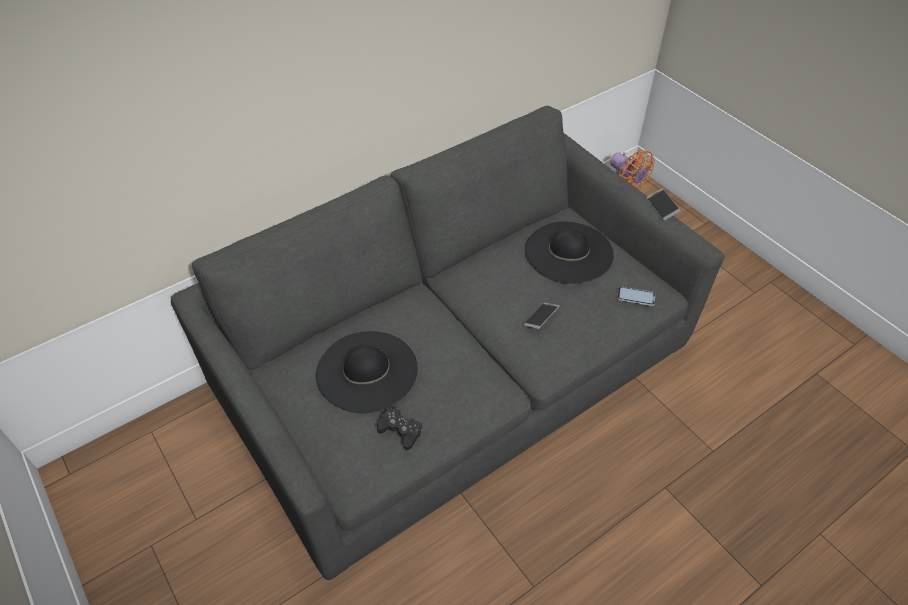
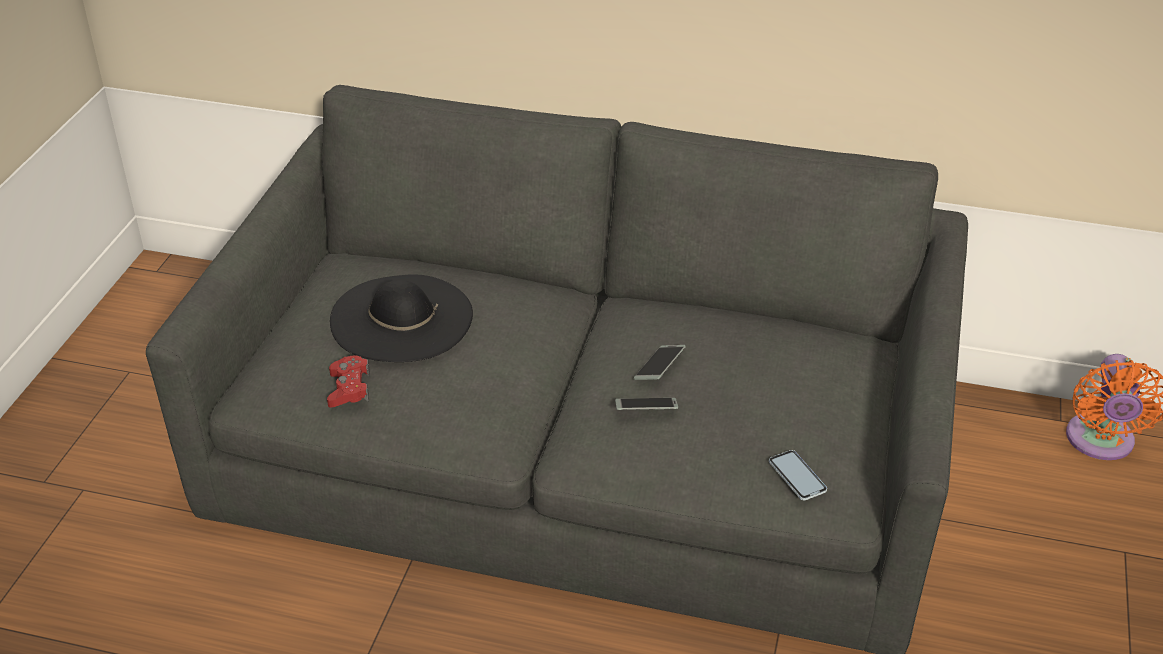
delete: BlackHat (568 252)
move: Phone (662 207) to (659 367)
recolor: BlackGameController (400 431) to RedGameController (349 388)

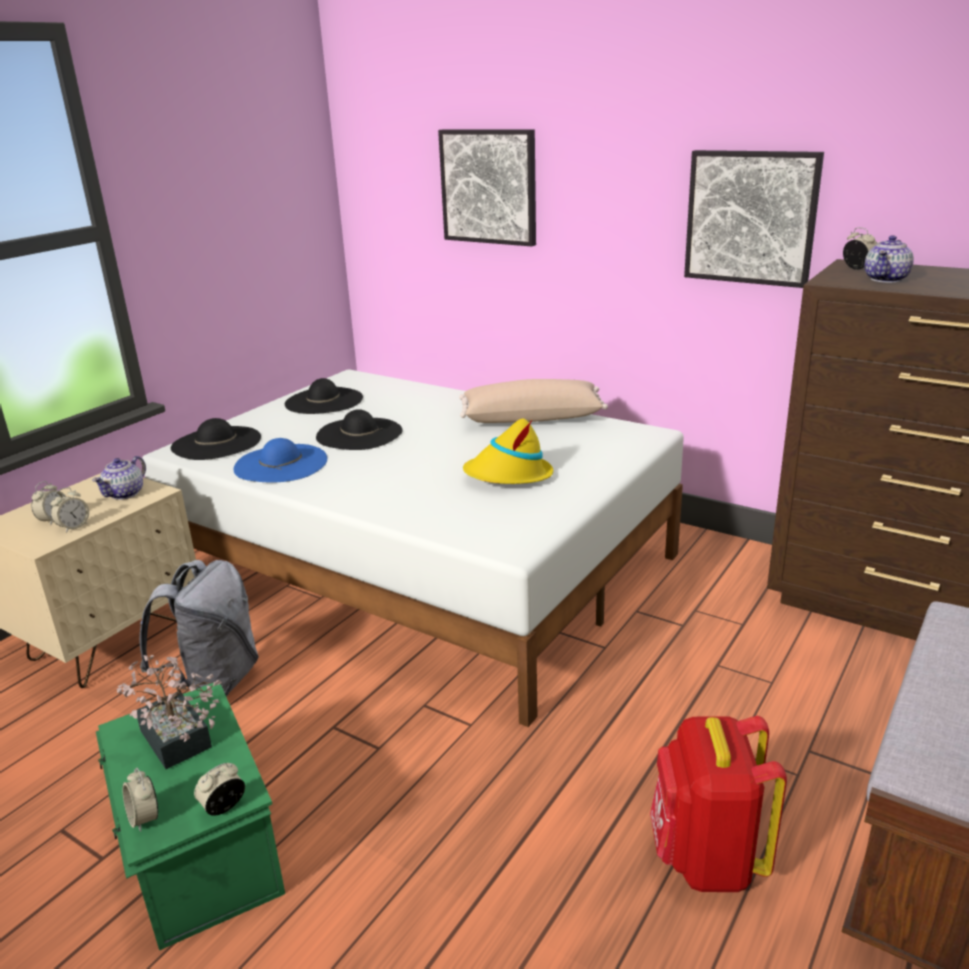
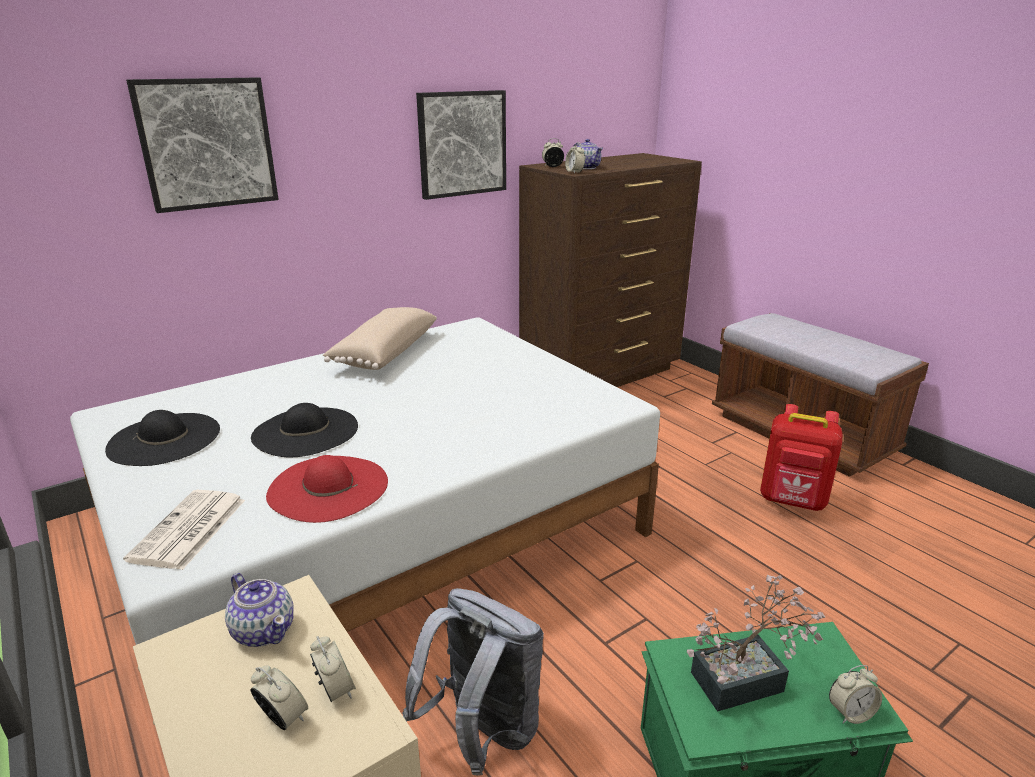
delete: YellowHat (508 476)
move: AlarmClock (223 807) to (574 172)
replace: BlackHat (216 443) to Newspaper (188 530)
recolor: BlueHat (281 464) to RedHat (328 487)

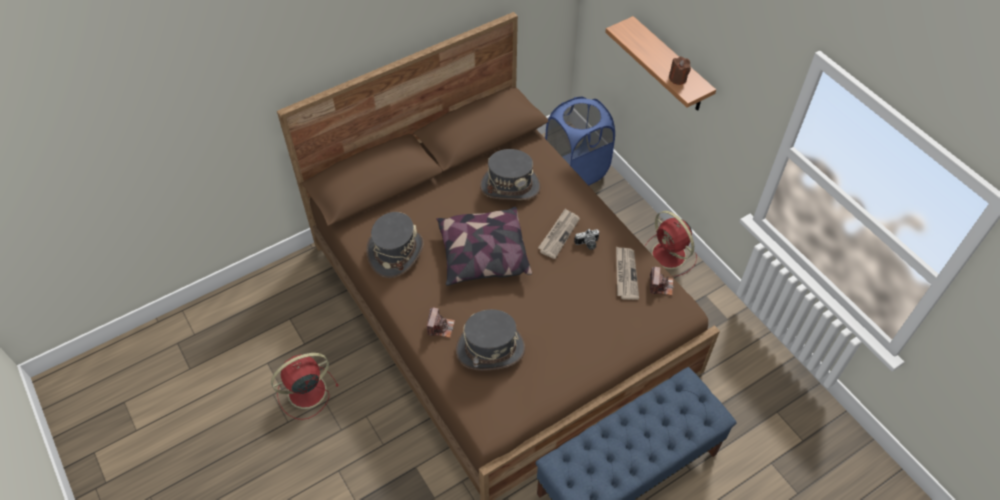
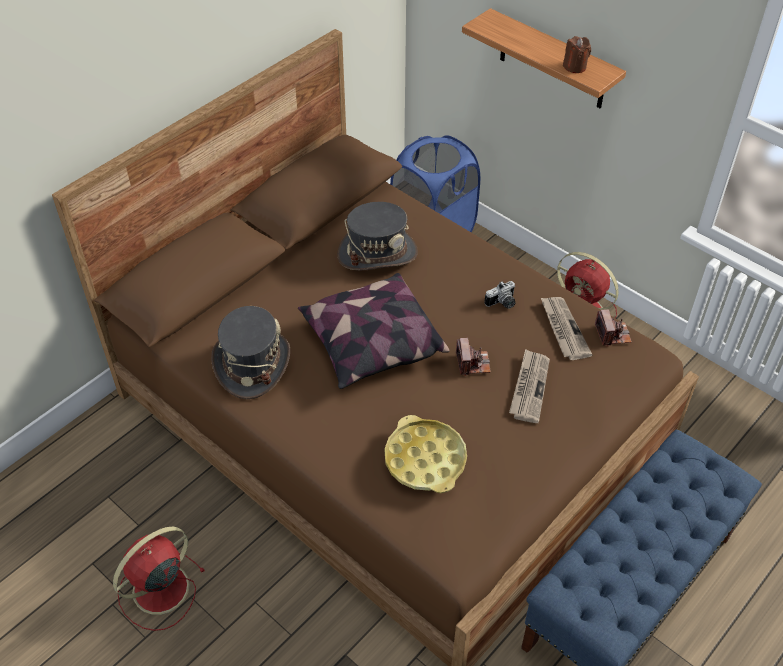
move: Newspaper (558 234) to (529 387); PhotoCamera (440 327) to (472 363)
replace: GreyHat (490 349) to YellowTray (425 459)

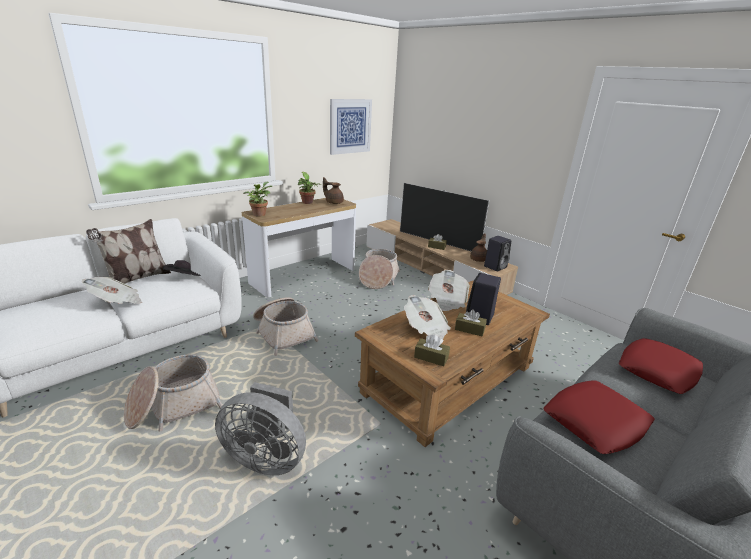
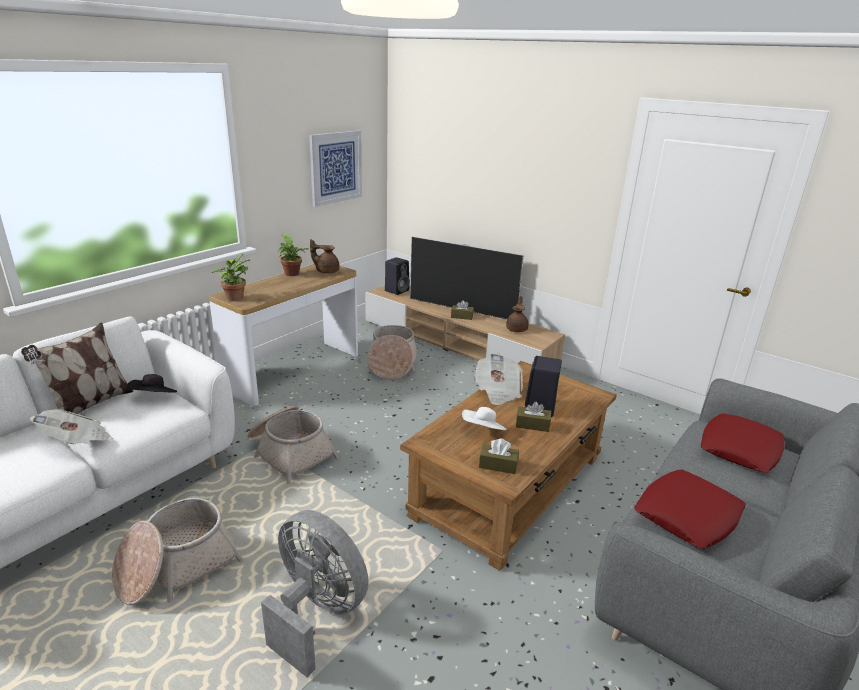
move: BlackSpeaker (495 266) to (397 290)
replace: Newspaper (426 329) to WhiteHat (483 431)
rotate: GreyFan (266 457) = (316 612) 150 degrees counterclockwise

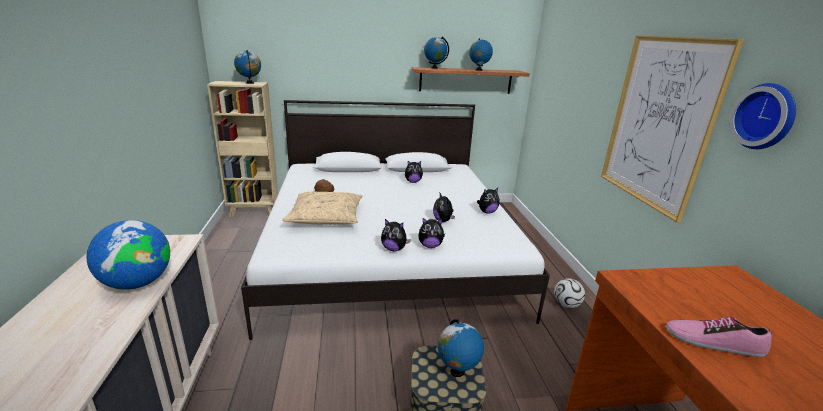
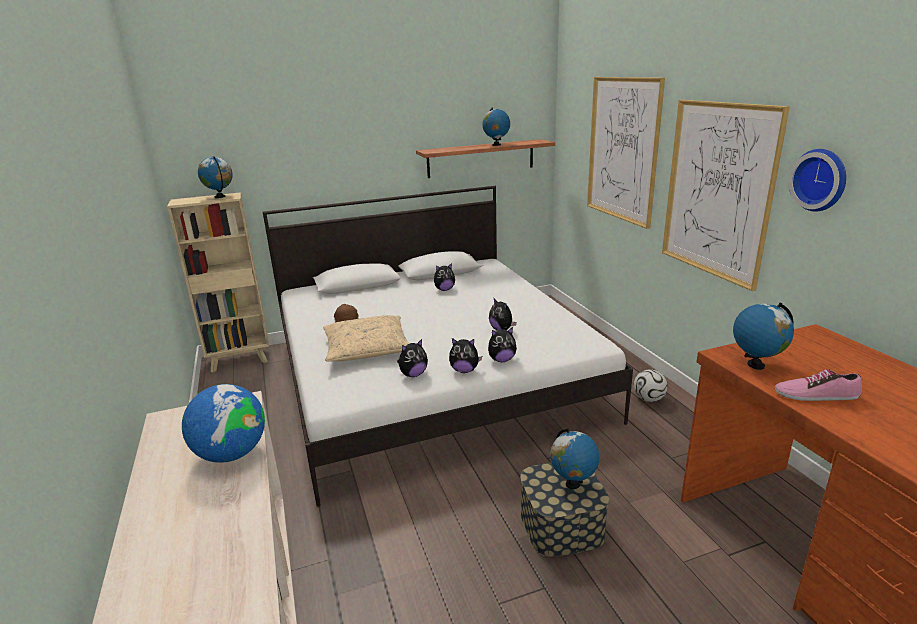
insert: Picture (622 149)
move: Globe (434 68) to (755 365); PlushToy (487 212) to (413 374)

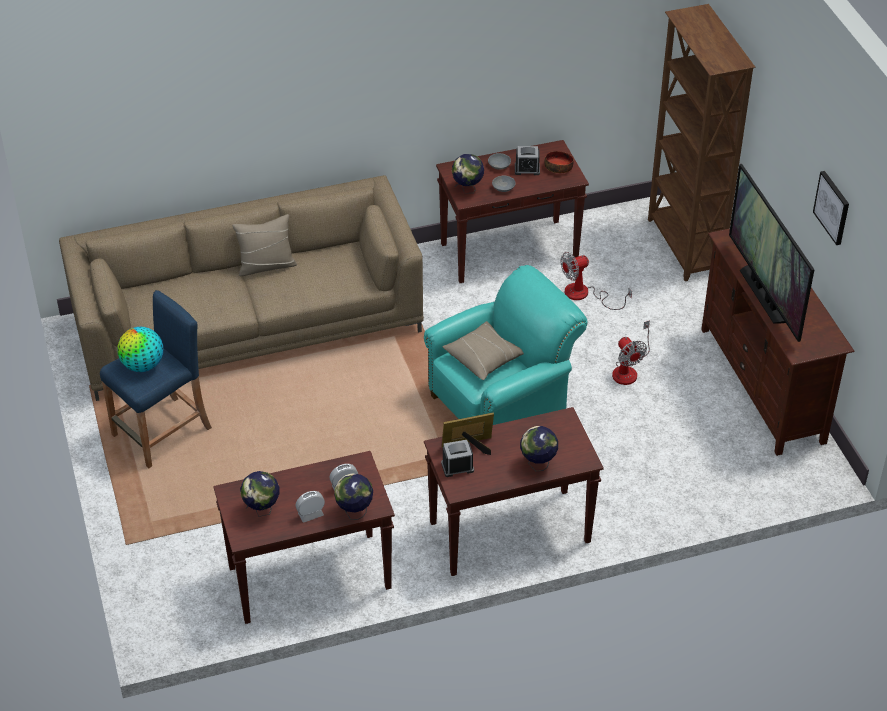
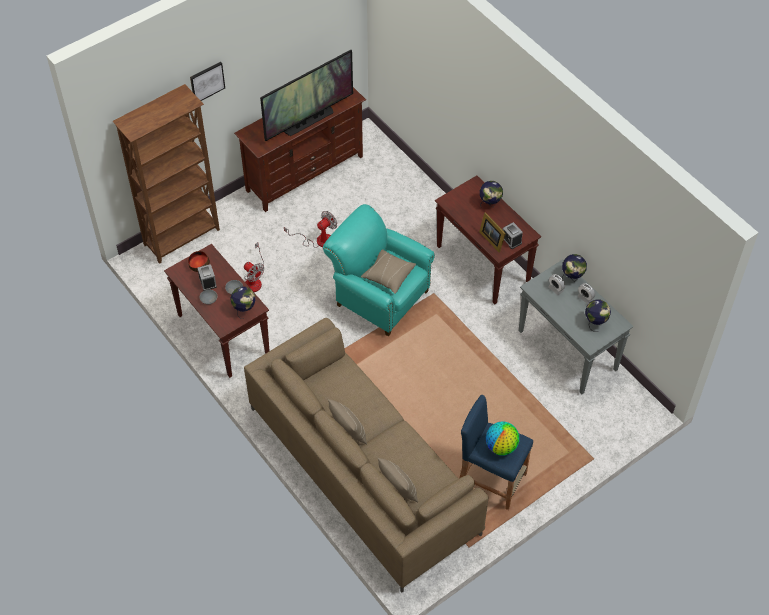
insert: BeigePillow (398 489)
move: Picture (832 207) to (207 81)
recolor: BrownConsoleTable (308 579) to GreyConsoleTable (568 351)

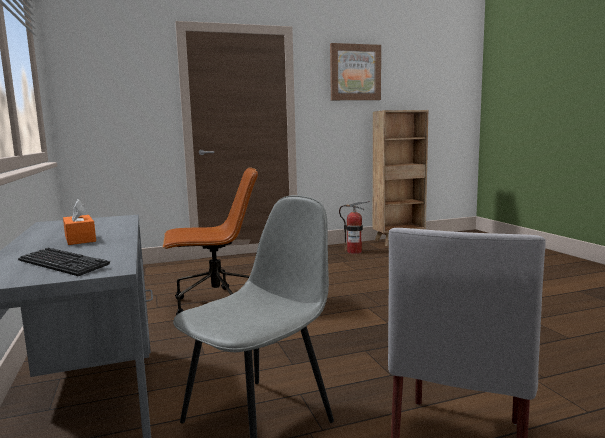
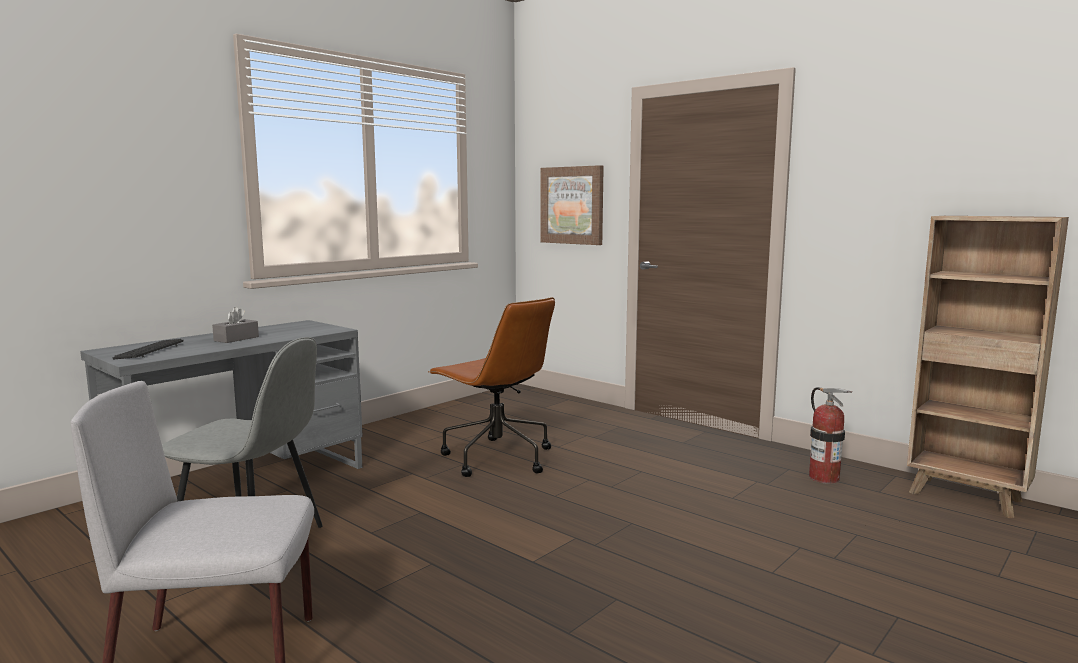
move: Picture (355 72) to (572 205)
recolor: OrangeTissueBox (80 239) to GreyTissueBox (236 339)

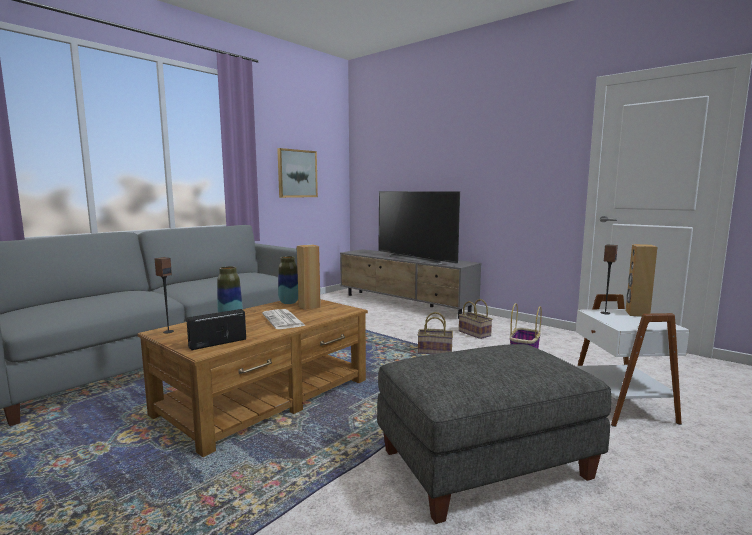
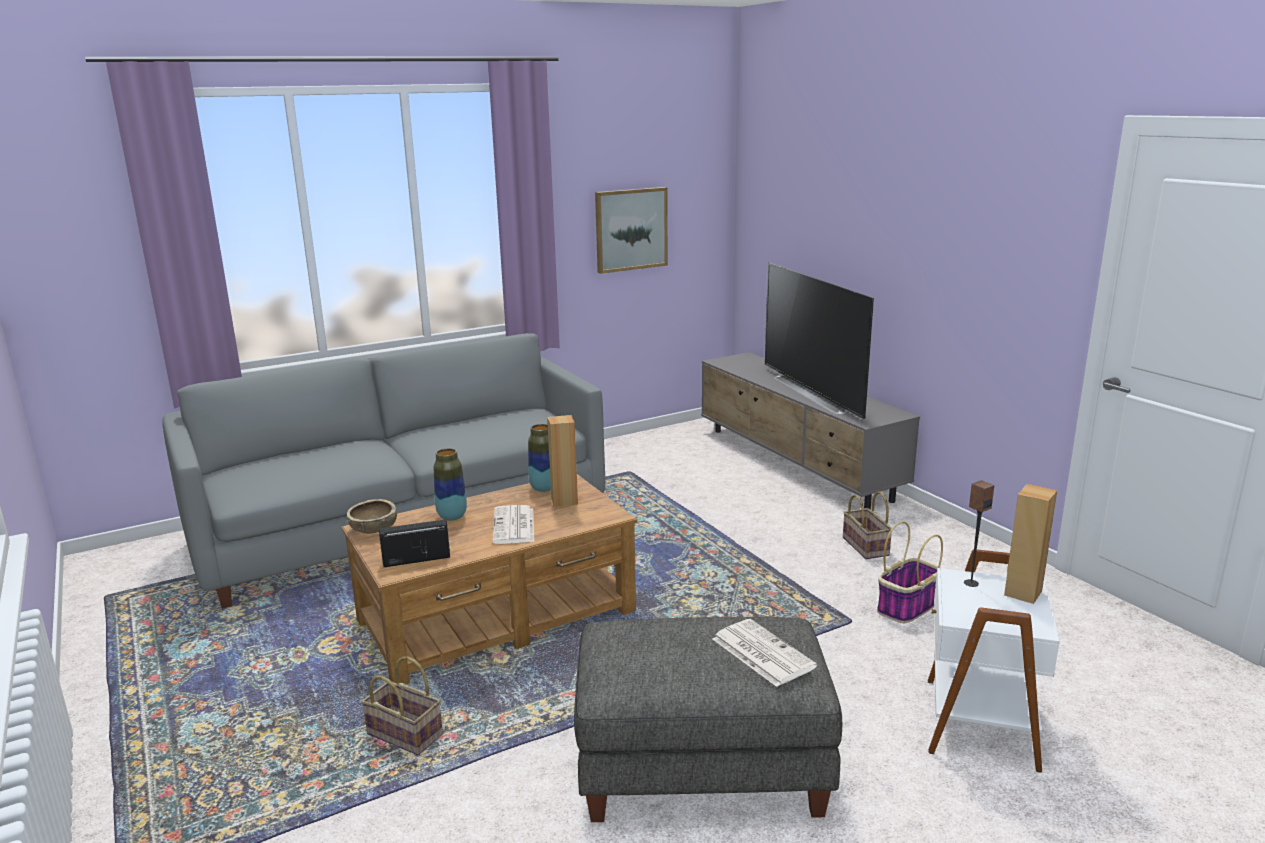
insert: Newspaper (761 652)
move: Basket (436 351) to (407 734)
replace: Speaker (168 331) to BrownBowl (373 529)

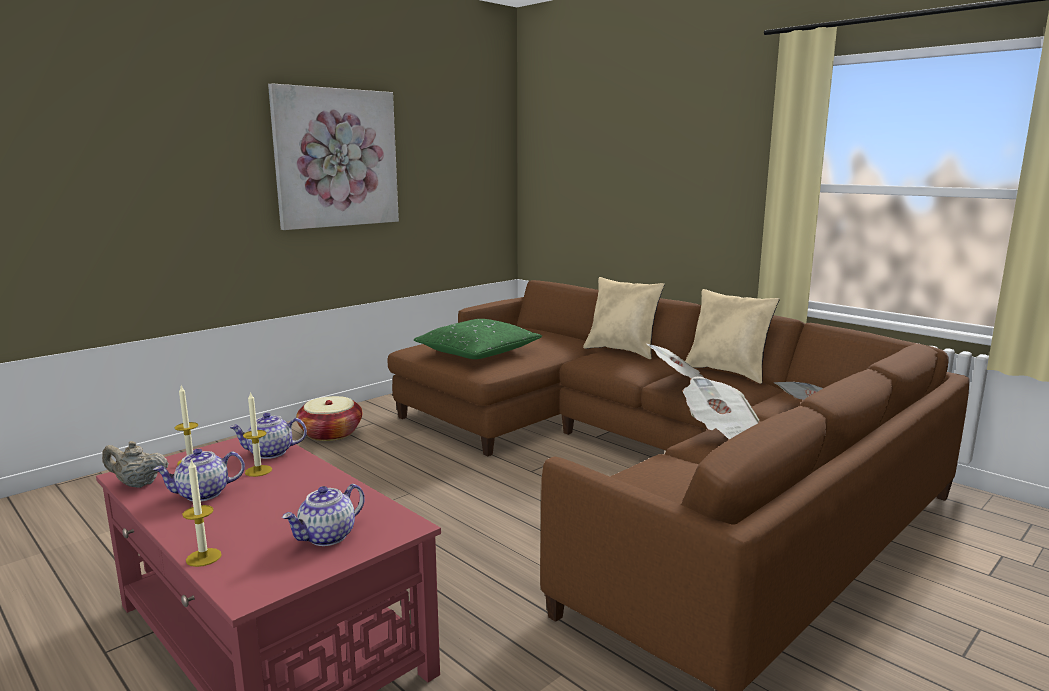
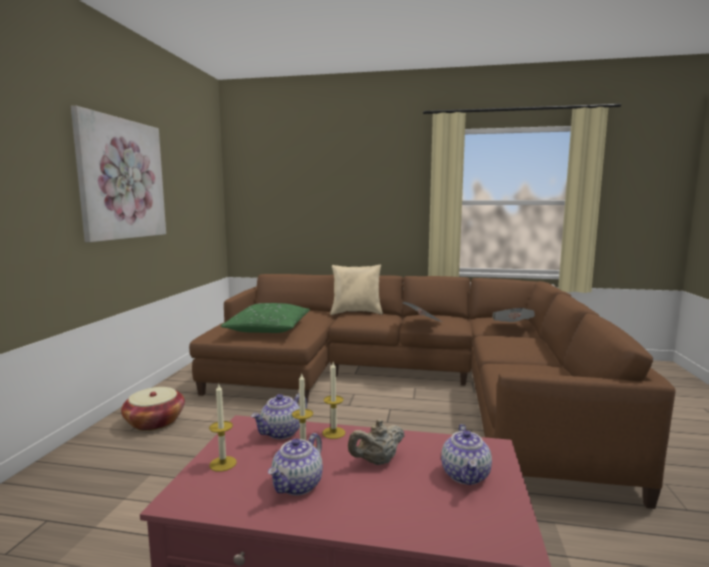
delete: BeigePillow (727 373); Newspaper (721 430)
move: BeigeTeapot (137 484) to (377 461); Candle (203 557) to (333 433)

